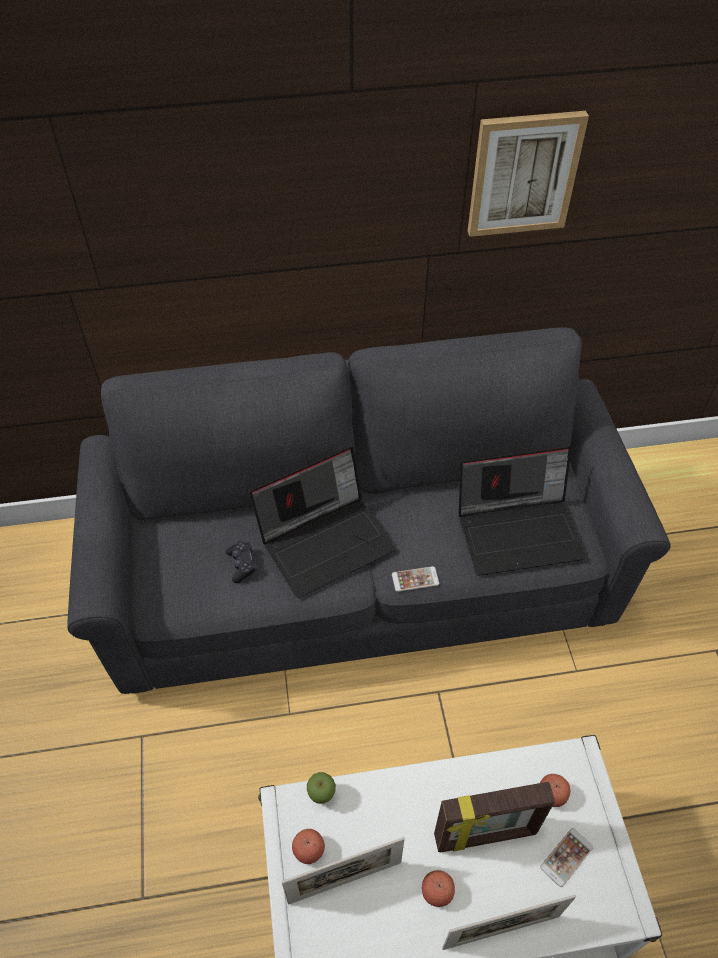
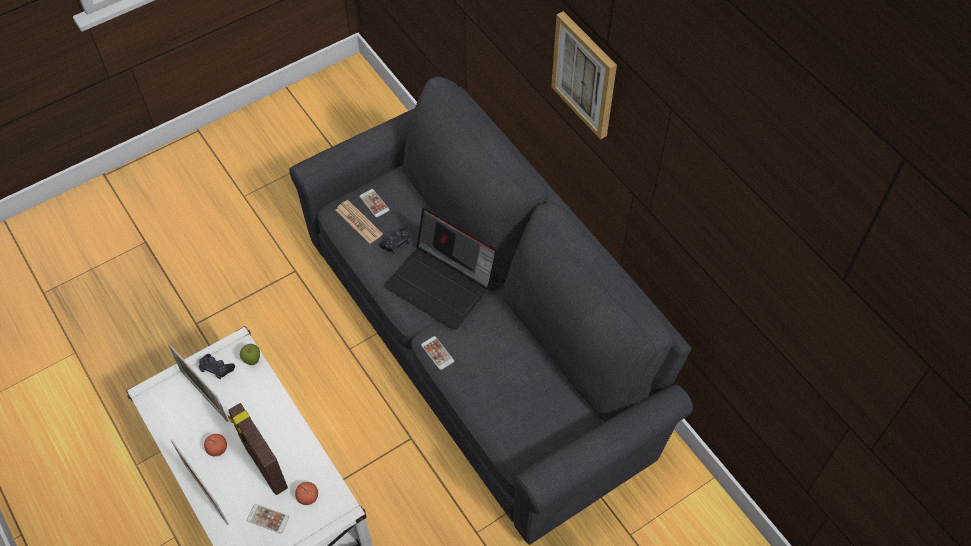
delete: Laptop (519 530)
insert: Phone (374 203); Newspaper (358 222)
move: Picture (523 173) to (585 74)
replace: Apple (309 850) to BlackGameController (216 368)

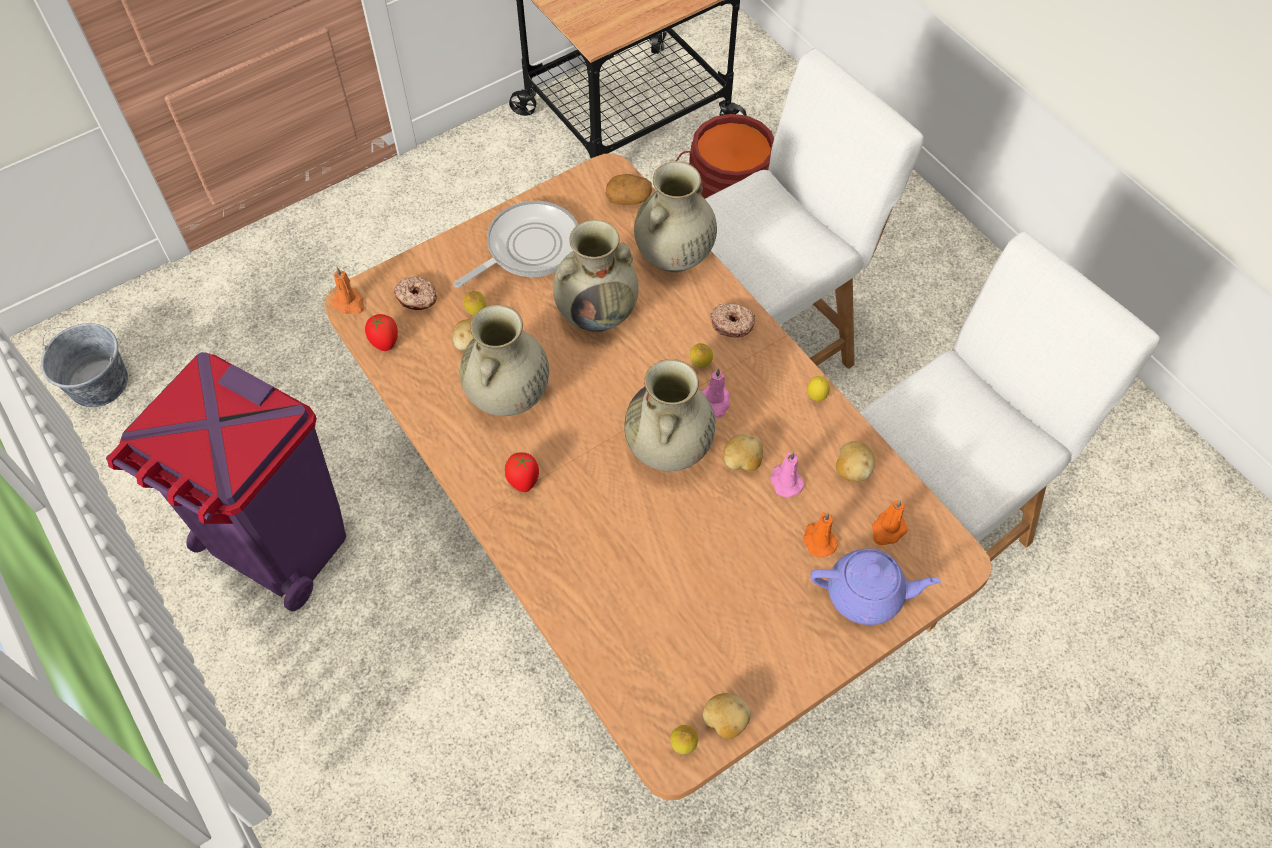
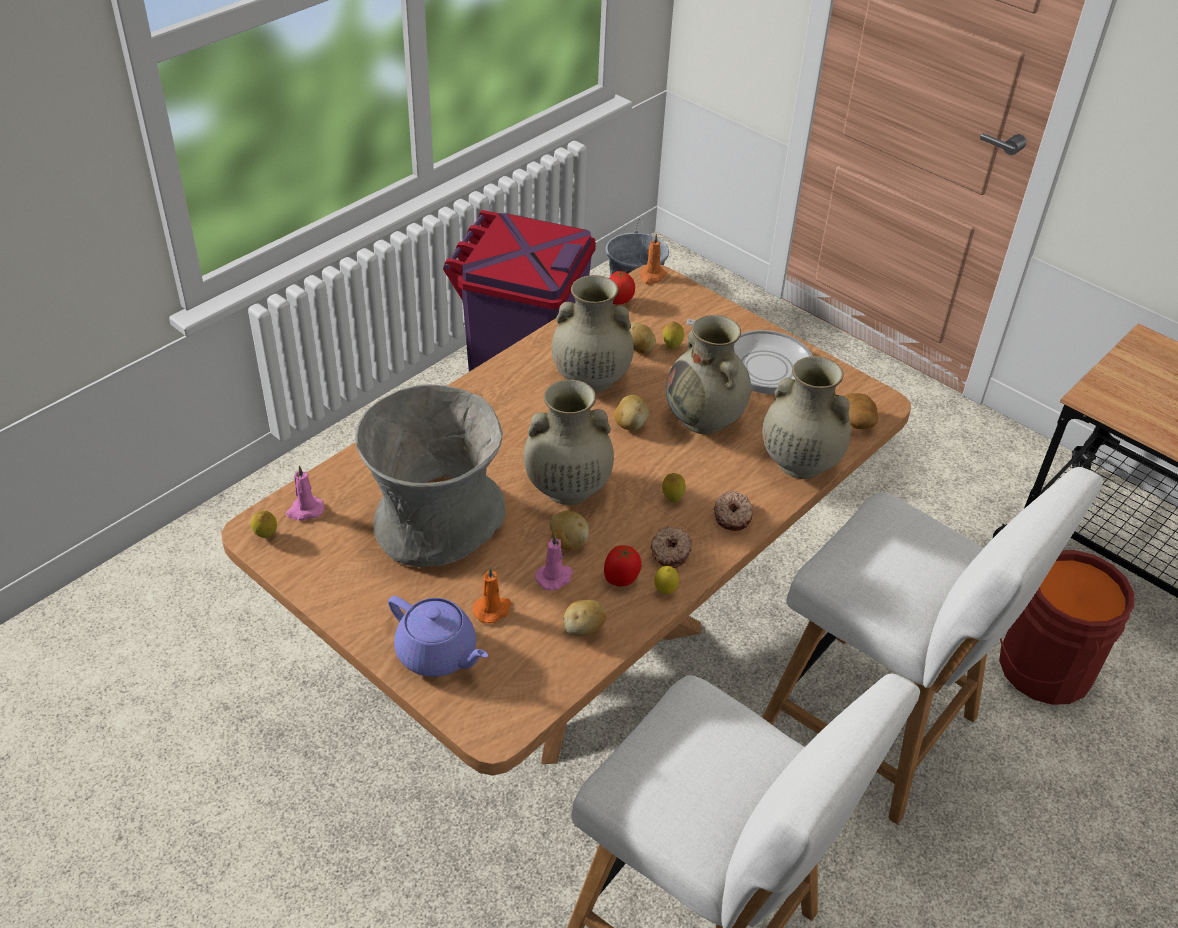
delete: OrangeCandle (887 530)
insert: GreyVase (435 521)
move: Donut (416 298) to (669 552); PinkCandle (715 403) to (305 510); Tomato (523 481) to (621 579); Potato (725 722) to (630 424)
rotate: PurpleTeapot (867 595) = (438 654) 45 degrees counterclockwise

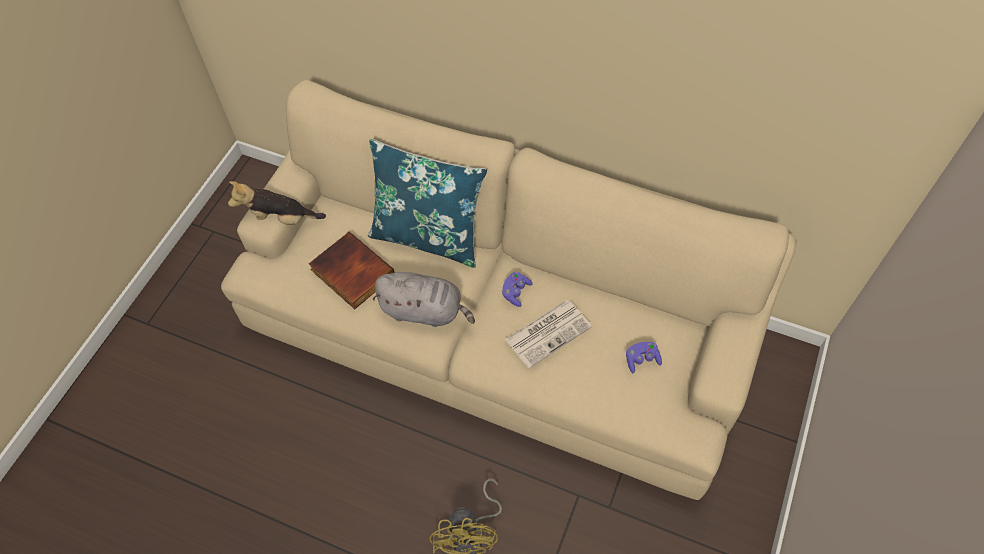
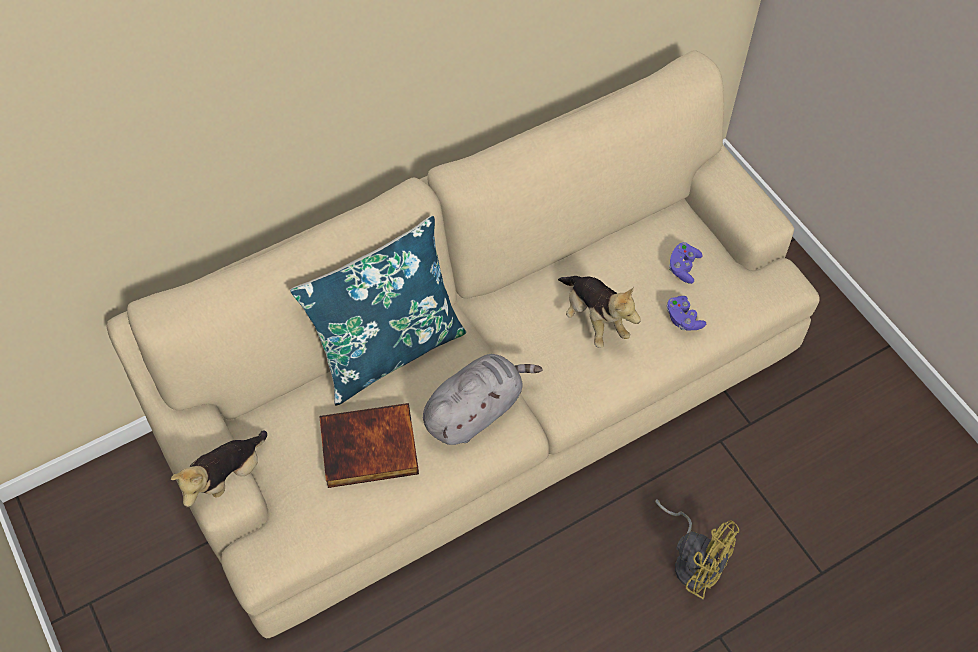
move: PurpleGameController (515 292) to (683 319)
replace: Newspaper (548 332) to PlushToy (594 320)

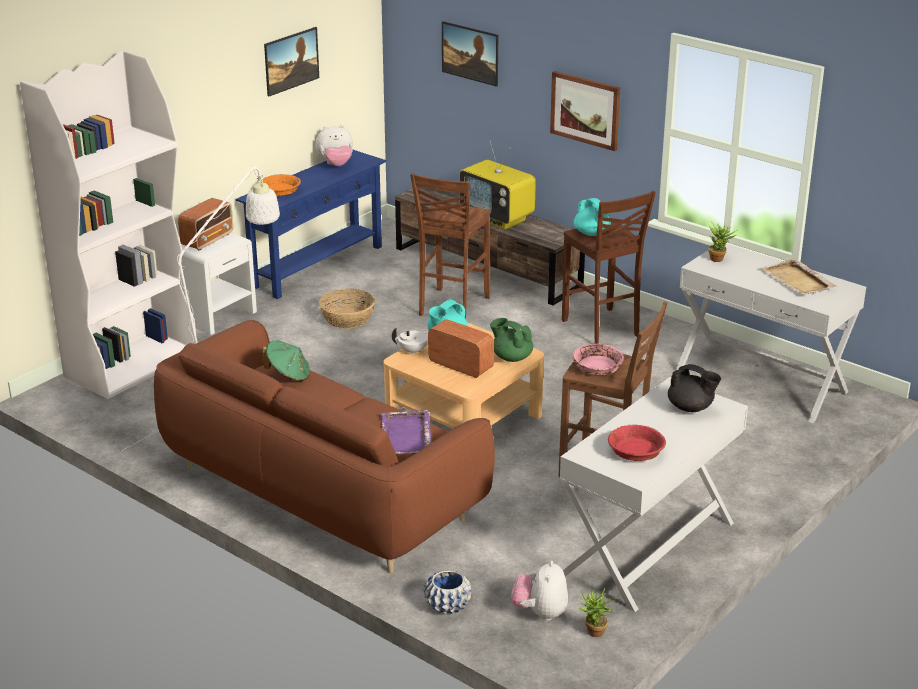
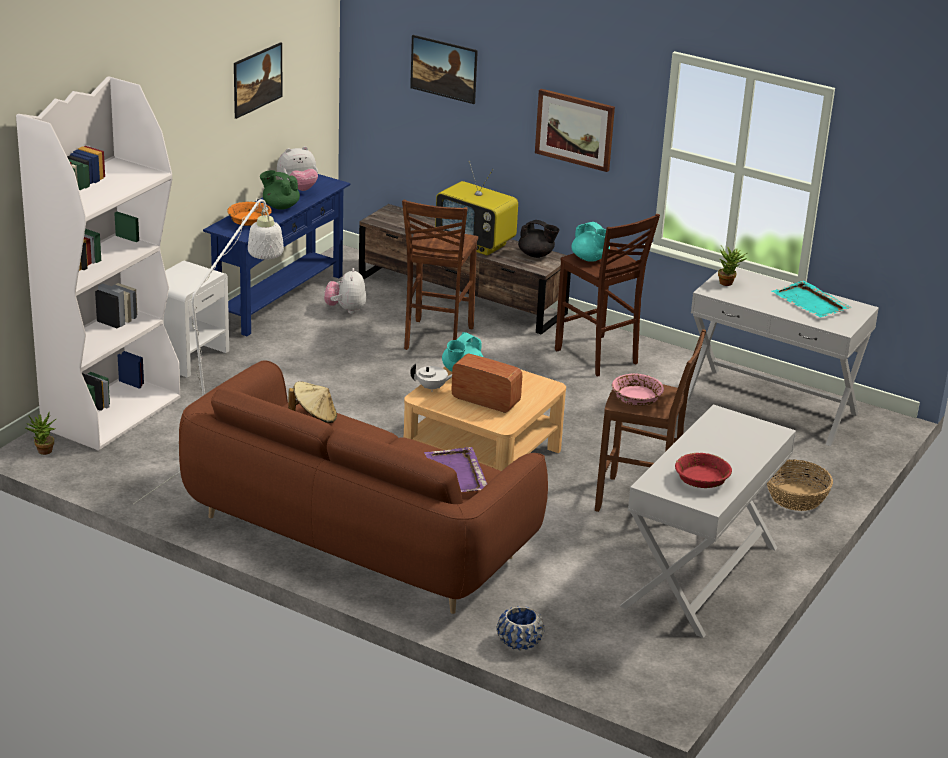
delete: Radio (208 240)
move: Basket (347 318) to (796 497); GreenTeapot (511 357) to (280 206); BlackTeapot (691 408) to (536 255); PlushToy (540 613) to (346 310); PottedPlant (594 634) to (43 452)
recolor: BeigeTray (797 280) to TurquoiseTray (811 302); GreenHat (288 375) to BeigeHat (314 417)

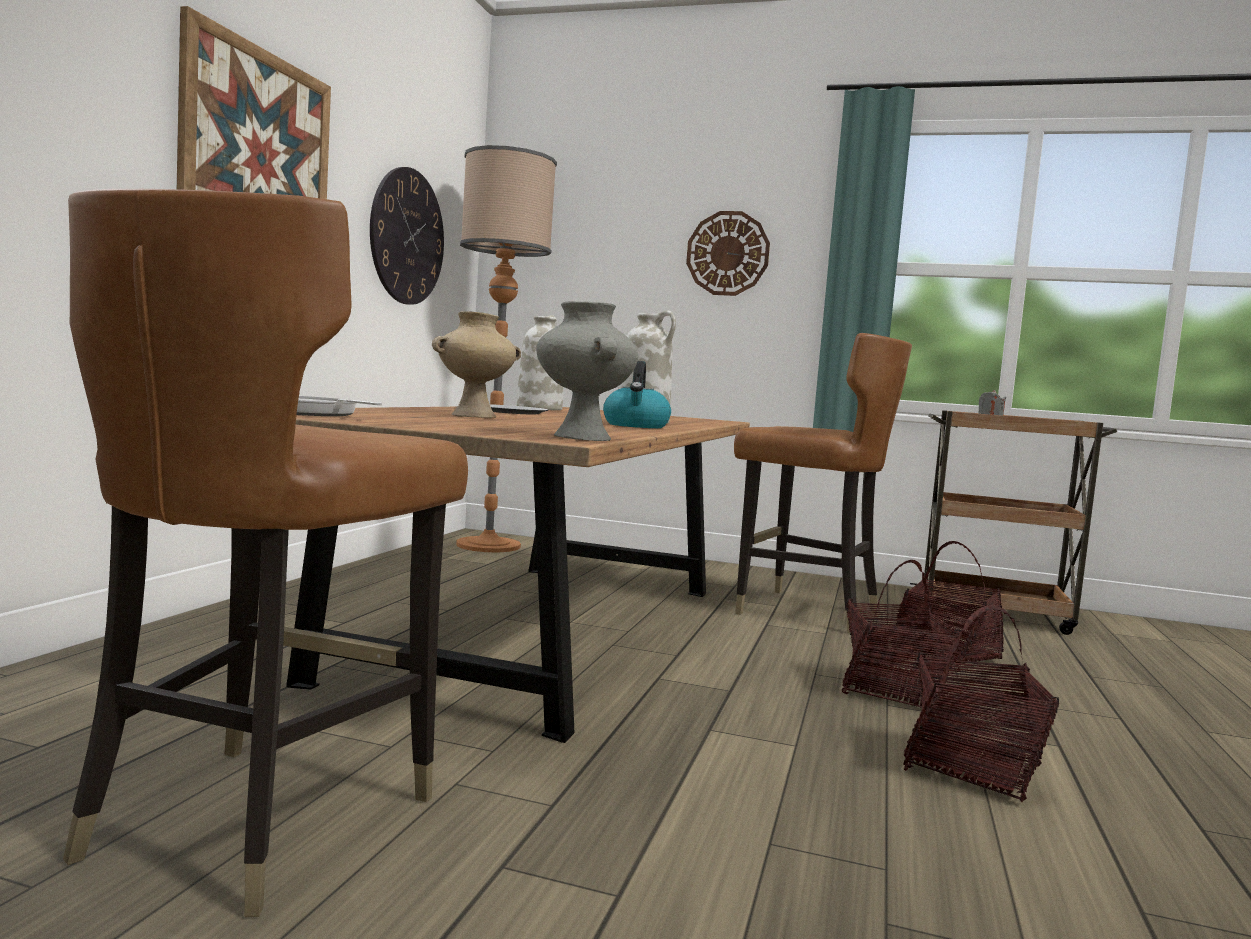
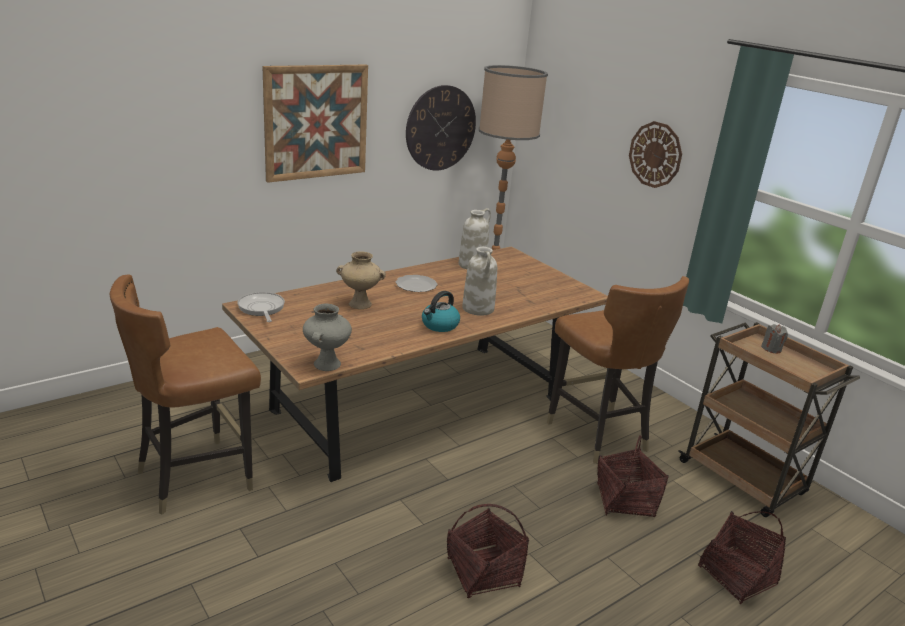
move: Basket (892 691) to (736 576)

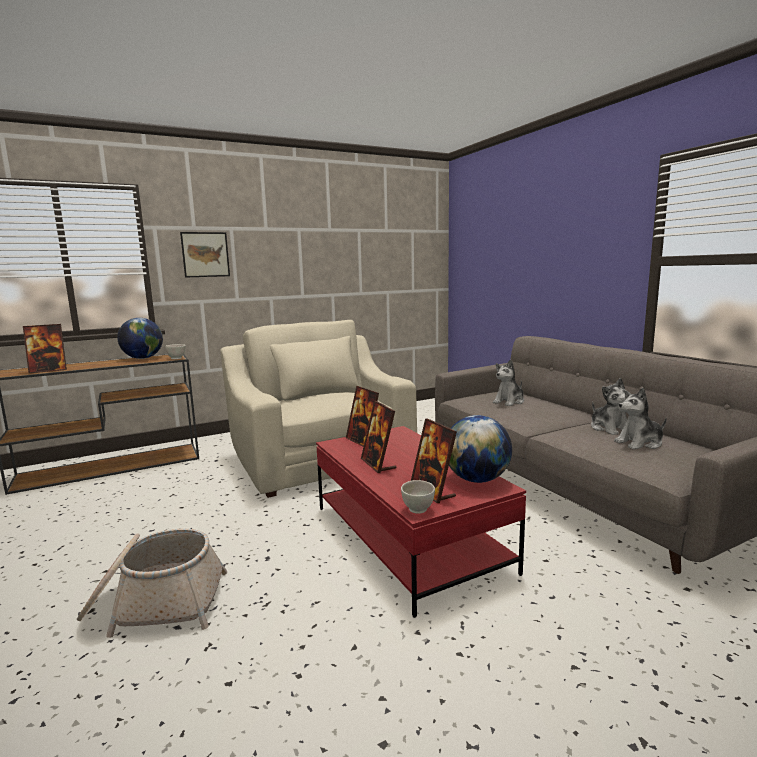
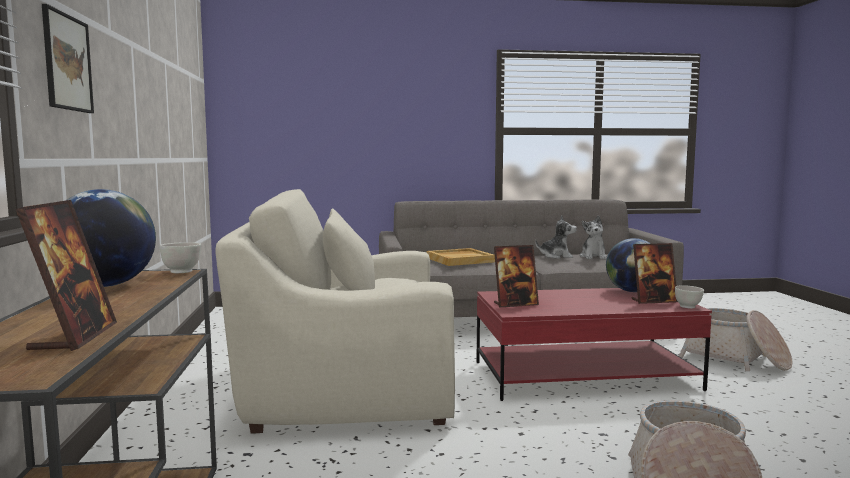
delete: PictureFrame (378 464)
insert: Basket (736 359)
replace: PlushToy (509 401) to BeigeTray (460 260)

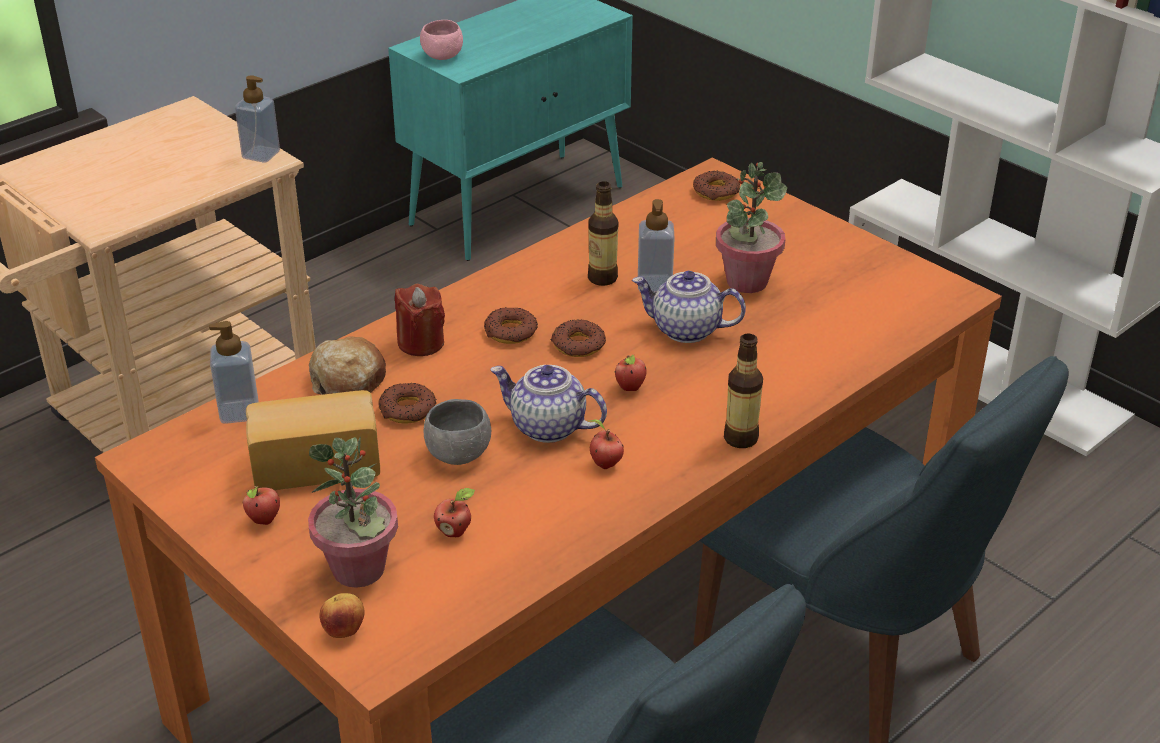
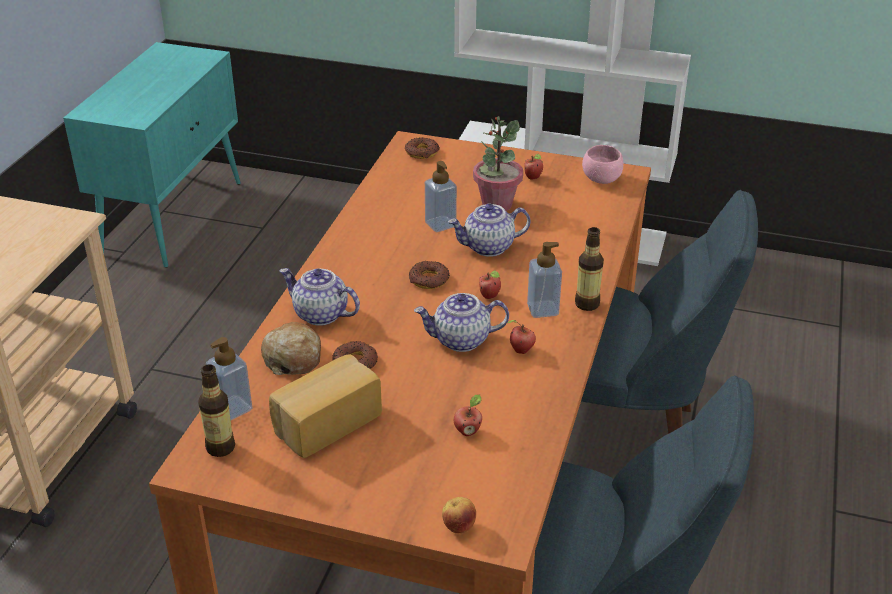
delete: Donut (511 332); GreyBowl (458 453); PottedPlant (359 569)
move: PinkBowl (442 56) to (601 179); SoapDispenser (261 155) to (543 309); Bottle (602 278) to (220 447); Apple (264 521) to (533 178)
replace: RedCandle (421 343) to Teapot (320 314)

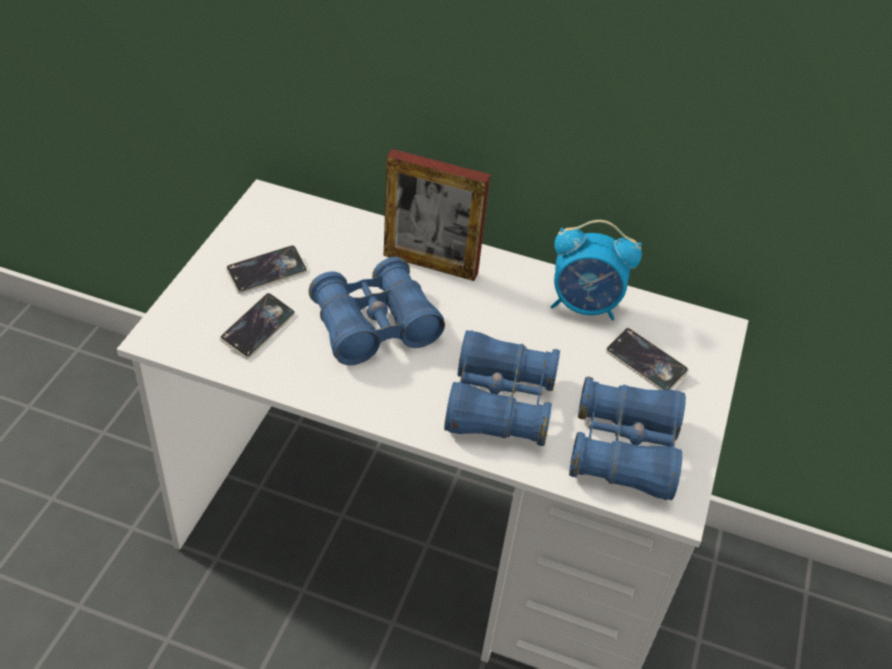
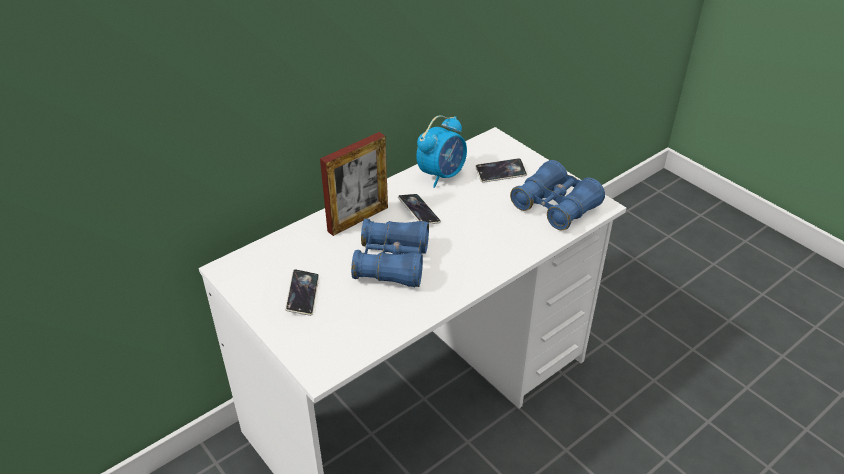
delete: BlueBinoculars (499 404)
move: Phone (258 329) to (419 212)

